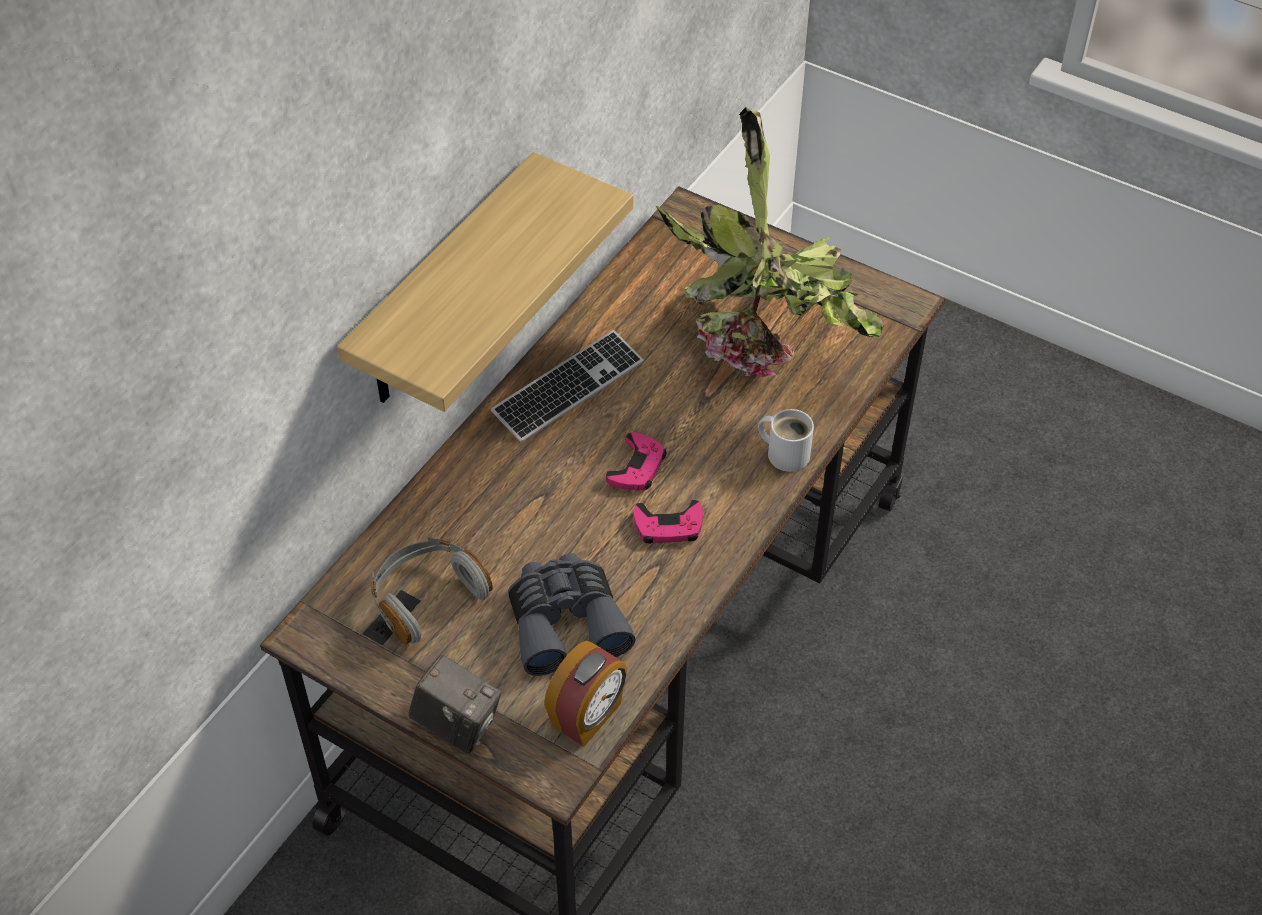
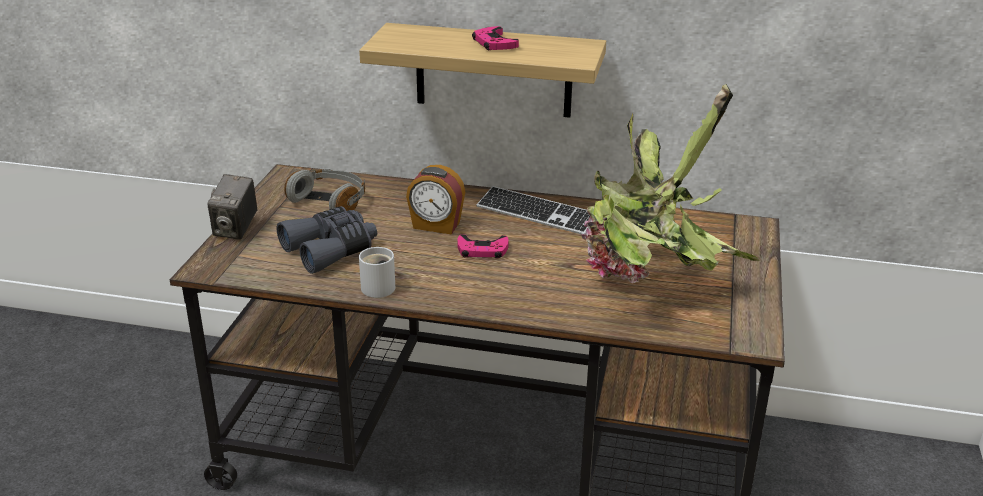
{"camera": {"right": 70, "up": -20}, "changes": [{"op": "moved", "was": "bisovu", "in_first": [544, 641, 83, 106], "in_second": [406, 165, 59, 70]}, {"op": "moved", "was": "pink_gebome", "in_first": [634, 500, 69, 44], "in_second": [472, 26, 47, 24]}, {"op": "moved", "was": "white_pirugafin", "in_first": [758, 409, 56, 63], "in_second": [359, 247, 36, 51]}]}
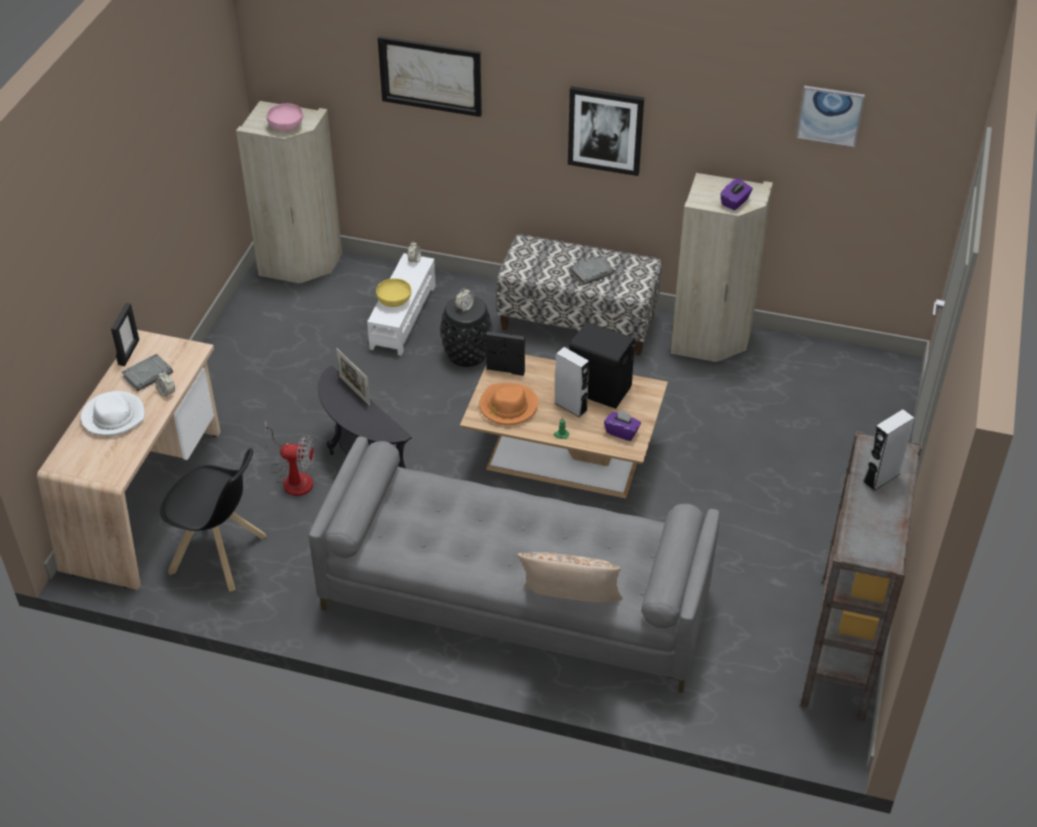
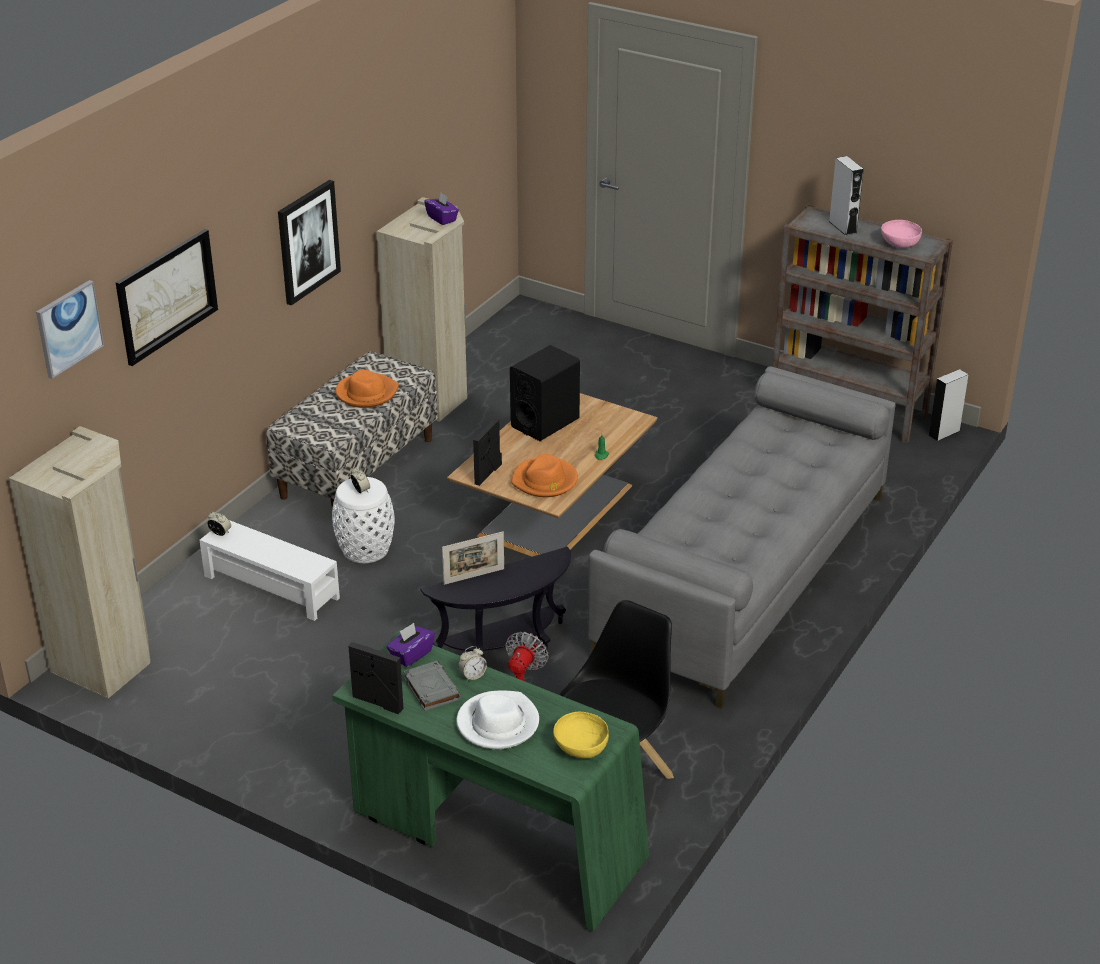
{"camera": {"right": -75, "up": -10}, "changes": [{"op": "recoloured", "was": "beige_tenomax", "now": "green_tenomax", "in_first": [37, 330, 184, 260], "in_second": [332, 632, 317, 299]}, {"op": "moved", "was": "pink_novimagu", "in_first": [267, 103, 36, 28], "in_second": [881, 220, 41, 28]}, {"op": "moved", "was": "yellow_novimagu", "in_first": [376, 279, 35, 28], "in_second": [553, 712, 56, 47]}, {"op": "recoloured", "was": "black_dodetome", "now": "white_dodetome", "in_first": [441, 296, 51, 71], "in_second": [332, 477, 63, 86]}, {"op": "removed", "was": "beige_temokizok", "in_first": [517, 552, 106, 51]}, {"op": "moved", "was": "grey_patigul", "in_first": [554, 347, 35, 70], "in_second": [928, 369, 41, 73]}, {"op": "replaced", "was": "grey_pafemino", "now": "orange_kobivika", "in_first": [570, 255, 44, 30], "in_second": [335, 370, 64, 38]}, {"op": "moved", "was": "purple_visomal", "in_first": [604, 410, 37, 31], "in_second": [387, 623, 48, 44]}, {"op": "moved", "was": "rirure", "in_first": [796, 86, 69, 61], "in_second": [36, 280, 68, 99]}]}
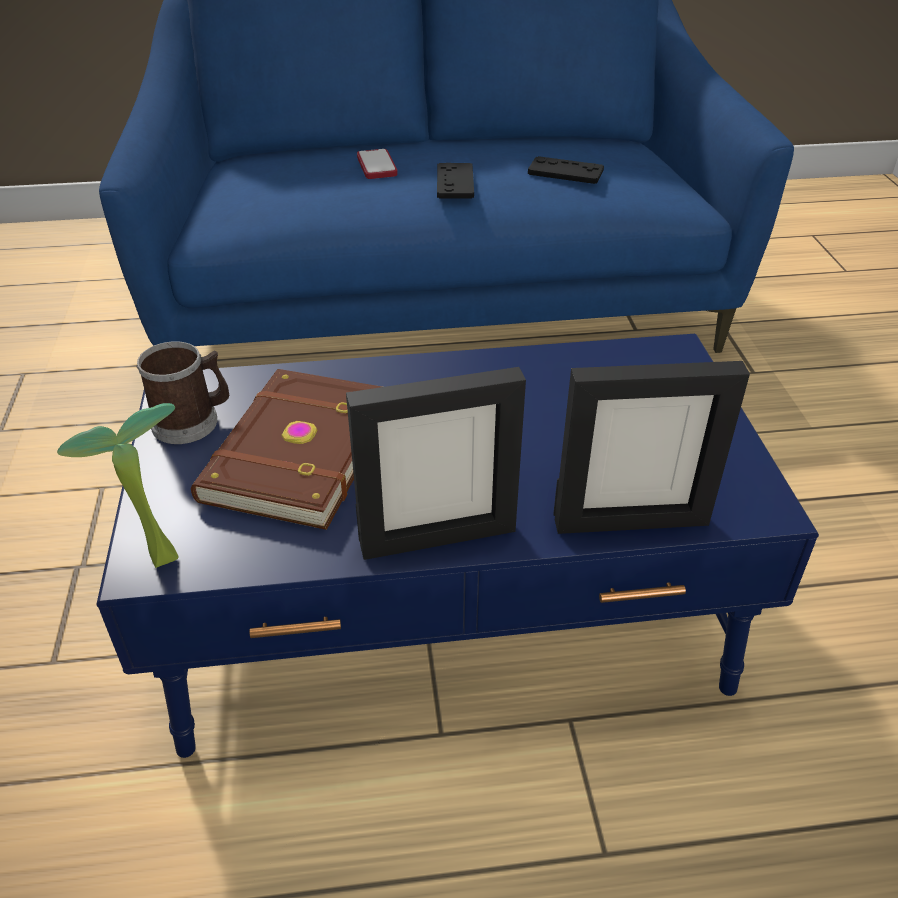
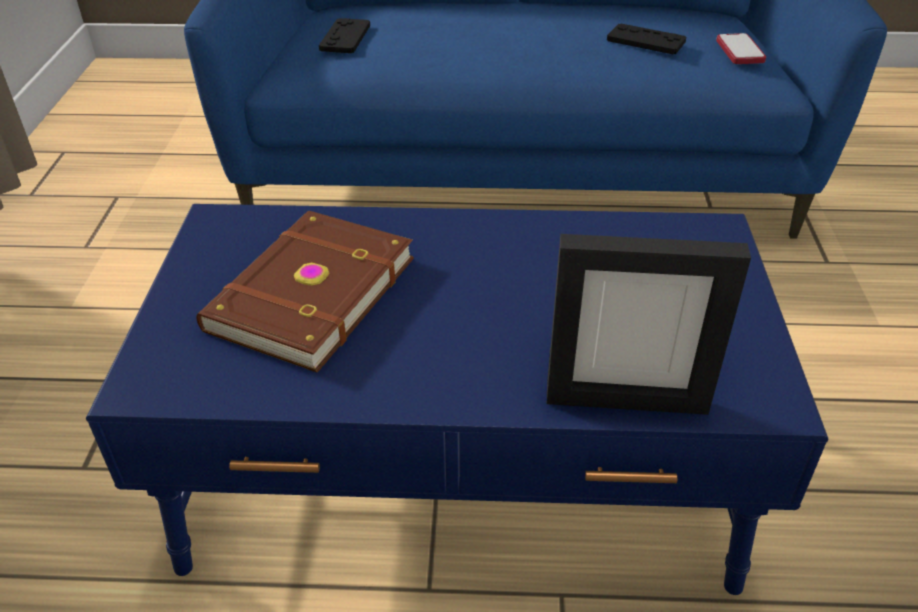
{"camera": {"right": 10, "up": 0}, "changes": [{"op": "removed", "was": "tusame", "in_first": [57, 403, 122, 165]}, {"op": "removed", "was": "pirugafin", "in_first": [136, 341, 93, 103]}, {"op": "removed", "was": "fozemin", "in_first": [346, 367, 180, 193]}, {"op": "moved", "was": "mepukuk", "in_first": [357, 149, 41, 30], "in_second": [716, 33, 50, 31]}, {"op": "moved", "was": "black_gebome", "in_first": [437, 163, 37, 36], "in_second": [319, 18, 51, 35]}]}
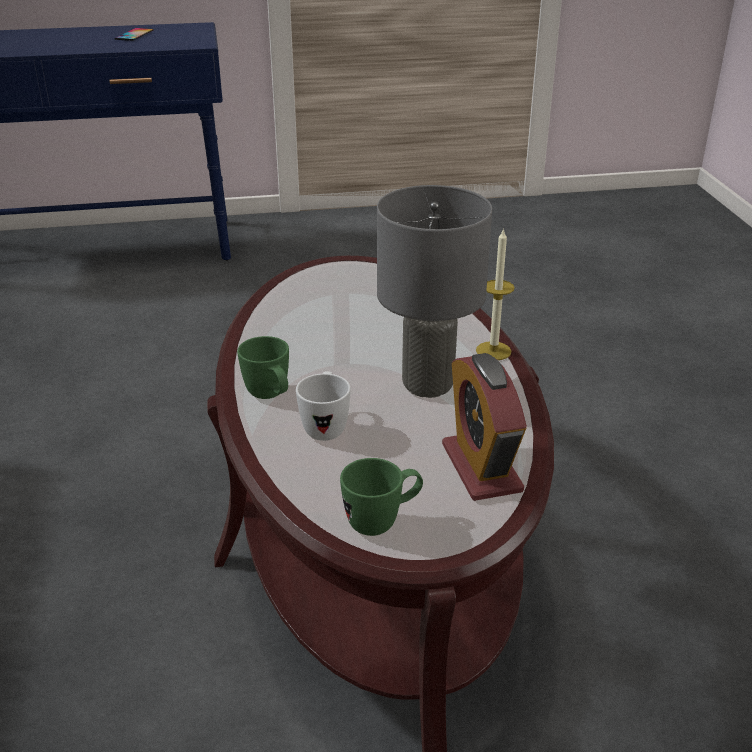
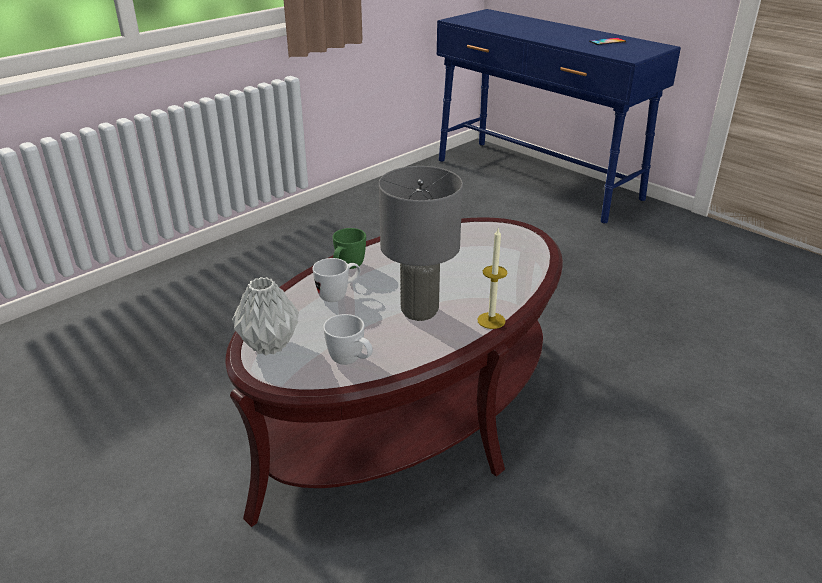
{"camera": {"right": 55, "up": 0}, "changes": [{"op": "replaced", "was": "green_pirugafin", "now": "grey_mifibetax", "in_first": [340, 458, 83, 78], "in_second": [232, 277, 67, 79]}, {"op": "replaced", "was": "bisovu", "now": "white_pirugafin", "in_first": [442, 353, 85, 148], "in_second": [323, 314, 50, 51]}]}
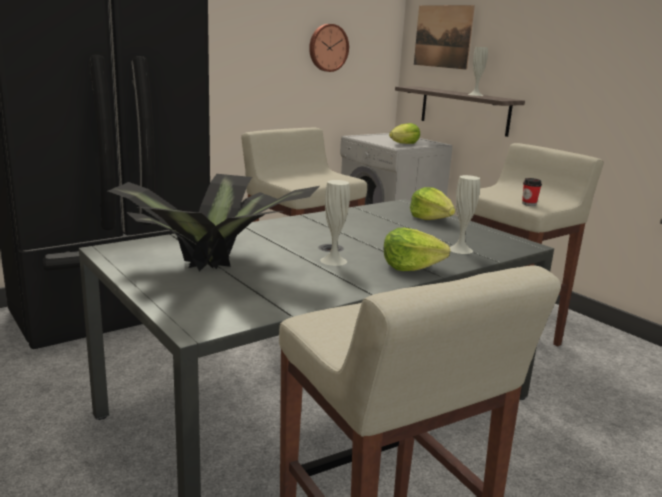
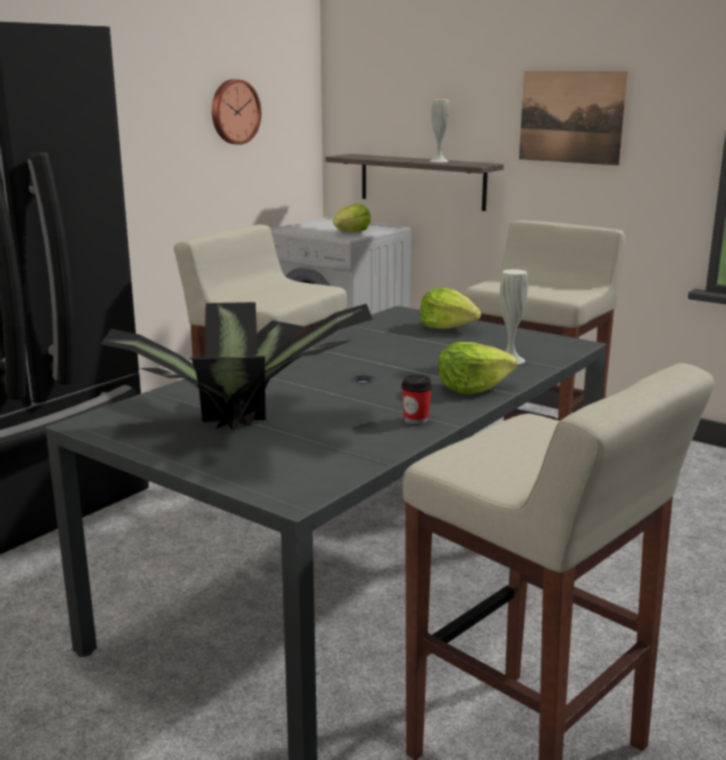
{"camera": {"right": -15, "up": 0}, "changes": [{"op": "removed", "was": "white_mifibetax", "in_first": [320, 180, 30, 86]}, {"op": "moved", "was": "rirure", "in_first": [414, 5, 61, 65], "in_second": [519, 71, 109, 95]}, {"op": "moved", "was": "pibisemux", "in_first": [522, 178, 20, 28], "in_second": [401, 375, 31, 49]}]}
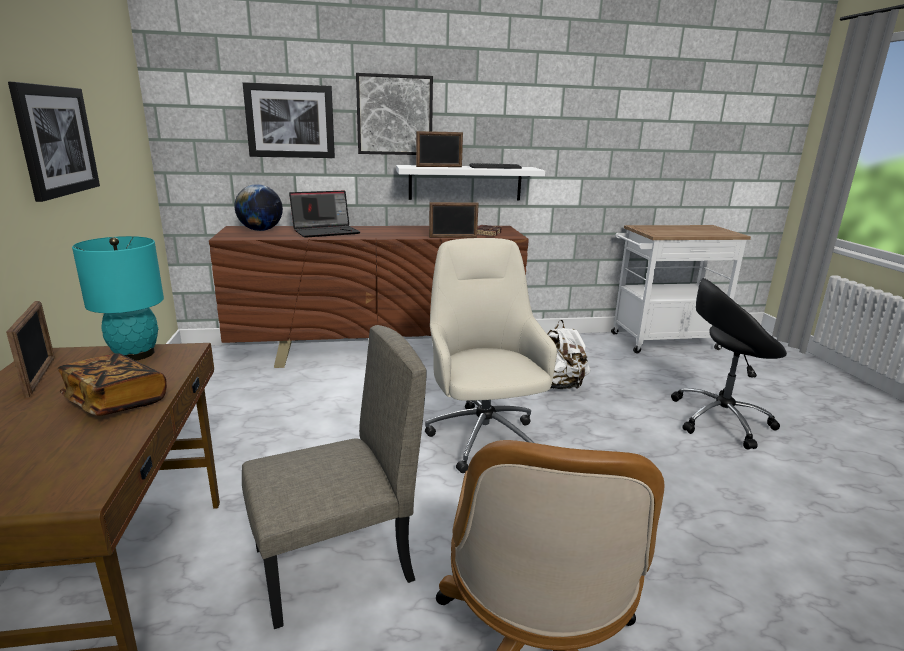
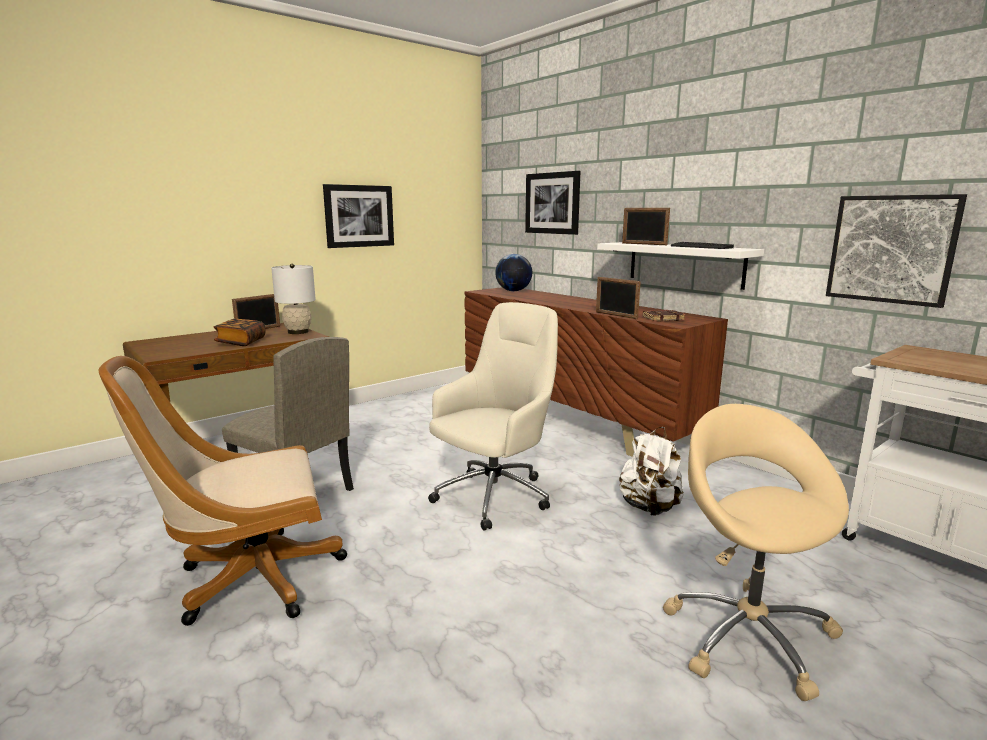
{"camera": {"right": 60, "up": -5}, "changes": [{"op": "recoloured", "was": "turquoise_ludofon", "now": "white_ludofon", "in_first": [72, 236, 92, 125], "in_second": [271, 264, 45, 70]}, {"op": "removed", "was": "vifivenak", "in_first": [289, 191, 71, 47]}, {"op": "moved", "was": "rirure", "in_first": [356, 73, 77, 82], "in_second": [826, 194, 141, 114]}, {"op": "recoloured", "was": "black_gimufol", "now": "beige_gimufol", "in_first": [671, 278, 116, 171], "in_second": [663, 404, 186, 297]}]}
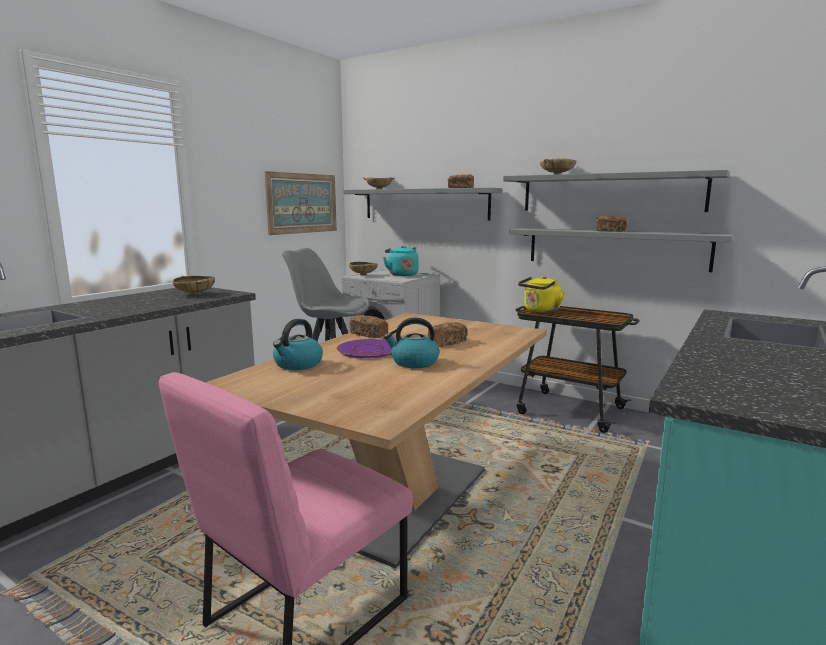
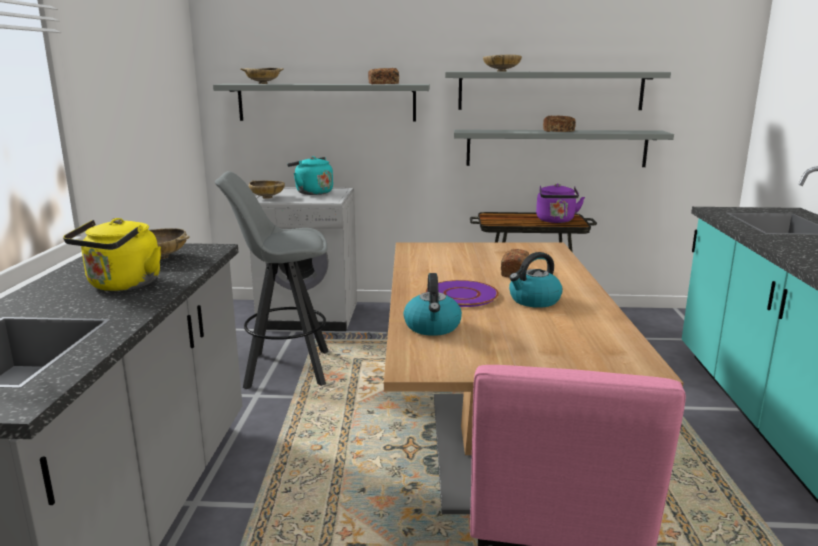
{"camera": {"right": -30, "up": 5}, "changes": [{"op": "removed", "was": "rirure", "in_first": [265, 171, 72, 64]}, {"op": "removed", "was": "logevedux", "in_first": [350, 315, 38, 23]}, {"op": "moved", "was": "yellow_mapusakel", "in_first": [518, 276, 47, 37], "in_second": [63, 218, 98, 73]}, {"op": "added", "now": "purple_mapusakel", "in_second": [536, 183, 49, 40]}]}
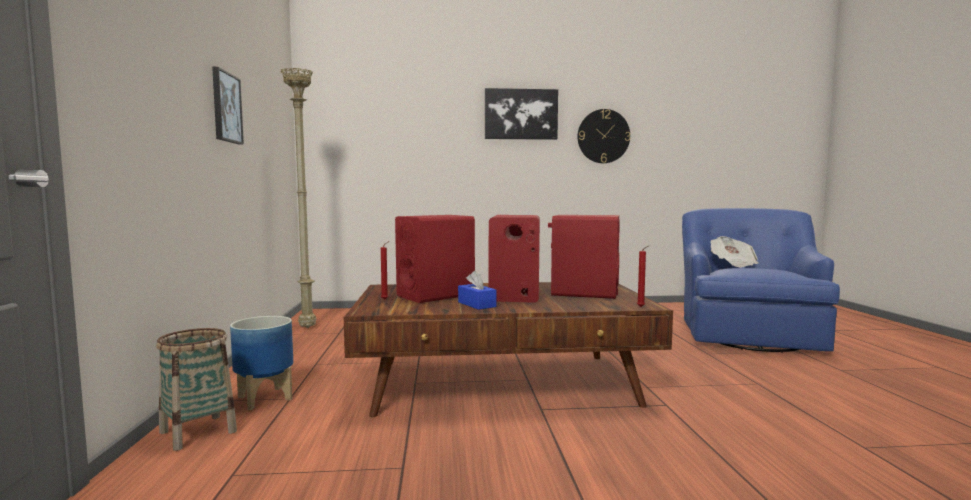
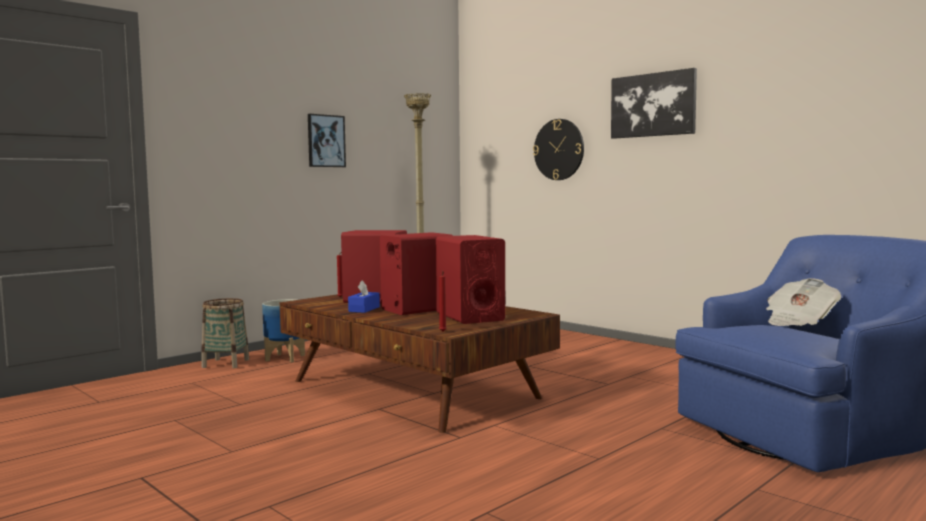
{"camera": {"right": 50, "up": 0}, "changes": [{"op": "moved", "was": "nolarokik", "in_first": [578, 109, 52, 54], "in_second": [533, 119, 51, 61]}]}
